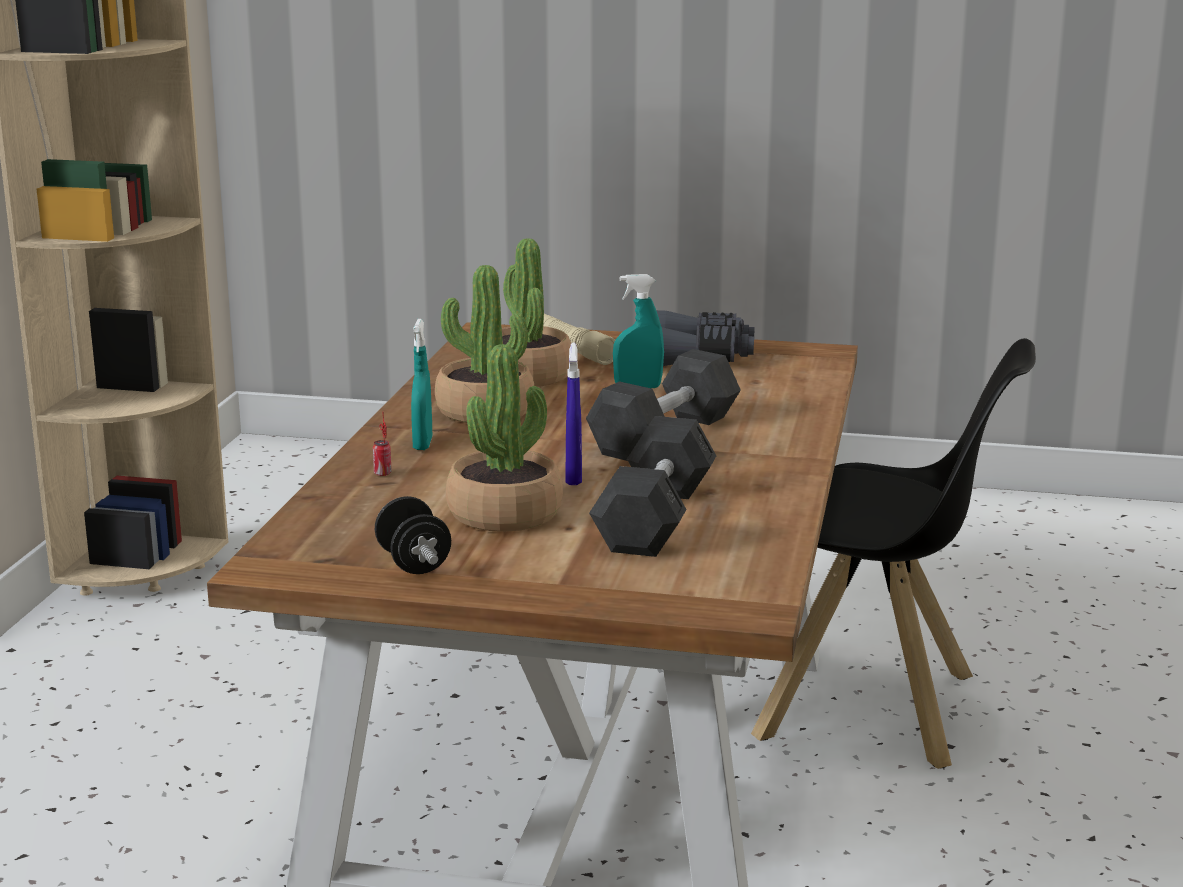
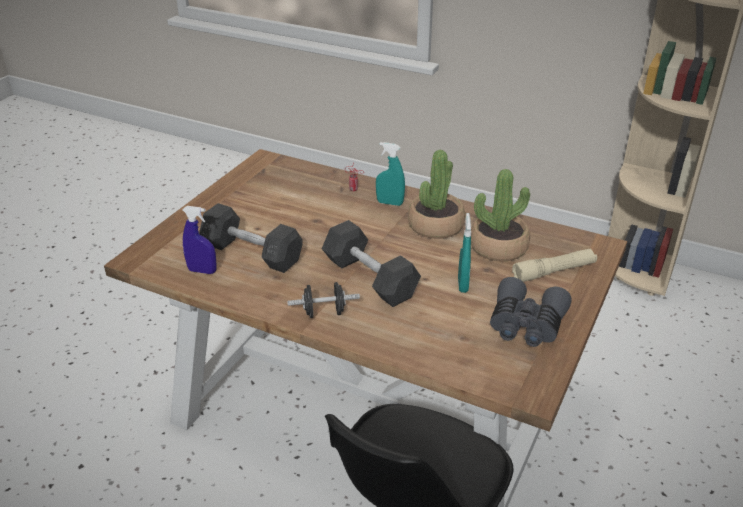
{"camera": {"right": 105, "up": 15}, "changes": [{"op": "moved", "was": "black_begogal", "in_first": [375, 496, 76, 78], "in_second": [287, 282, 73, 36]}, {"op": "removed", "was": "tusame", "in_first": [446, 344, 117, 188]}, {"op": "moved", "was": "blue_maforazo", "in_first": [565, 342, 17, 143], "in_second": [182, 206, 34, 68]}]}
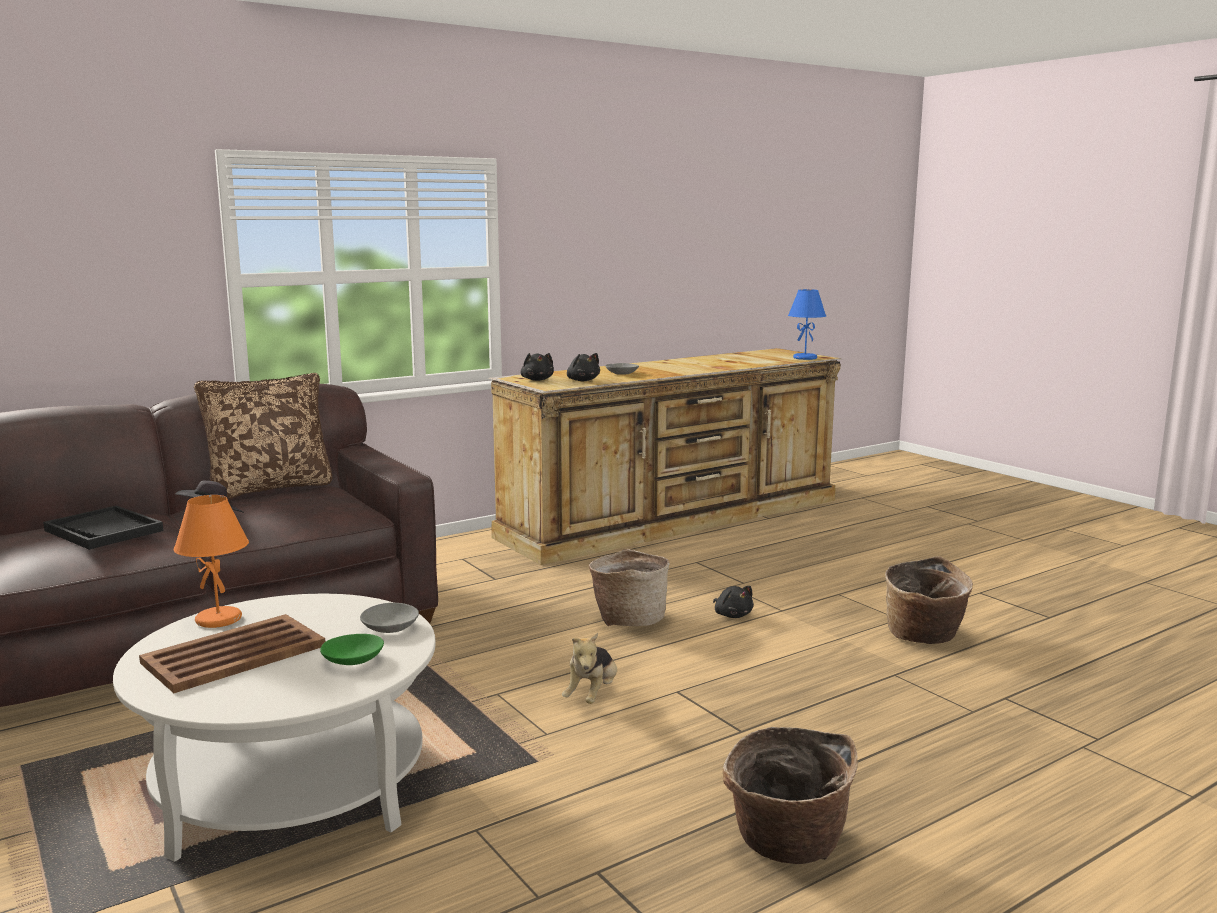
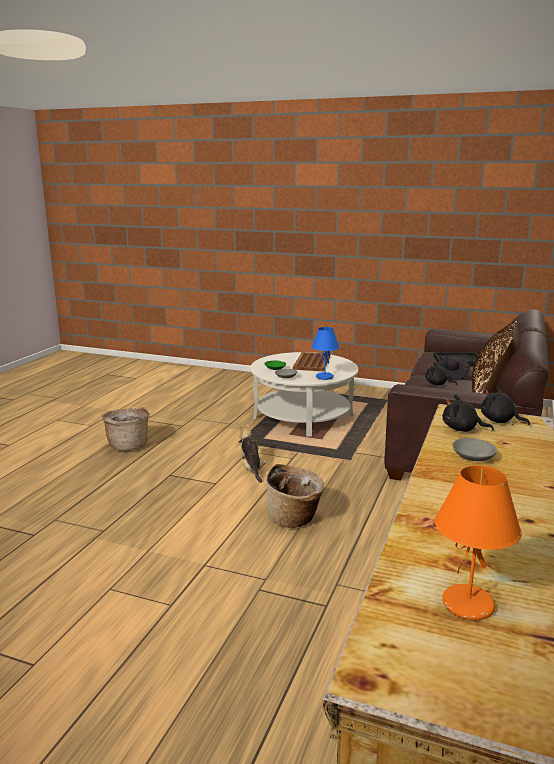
{"camera": {"right": 145, "up": 5}, "changes": [{"op": "moved", "was": "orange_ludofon", "in_first": [174, 495, 75, 133], "in_second": [435, 466, 87, 154]}, {"op": "moved", "was": "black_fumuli", "in_first": [713, 586, 41, 32], "in_second": [425, 362, 32, 24]}, {"op": "moved", "was": "blue_ludofon", "in_first": [788, 289, 38, 71], "in_second": [312, 327, 28, 53]}, {"op": "removed", "was": "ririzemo", "in_first": [885, 556, 88, 88]}]}
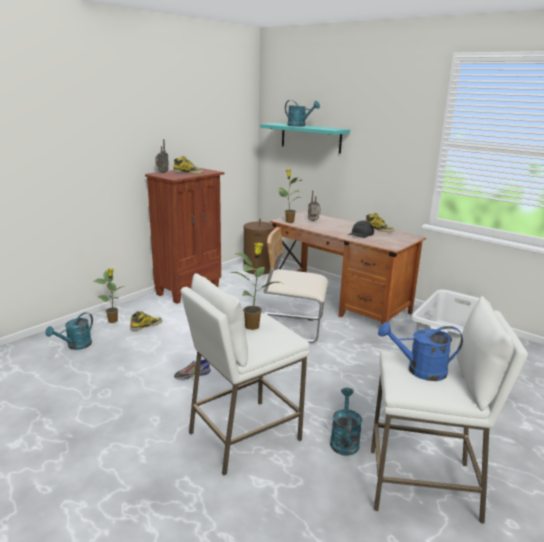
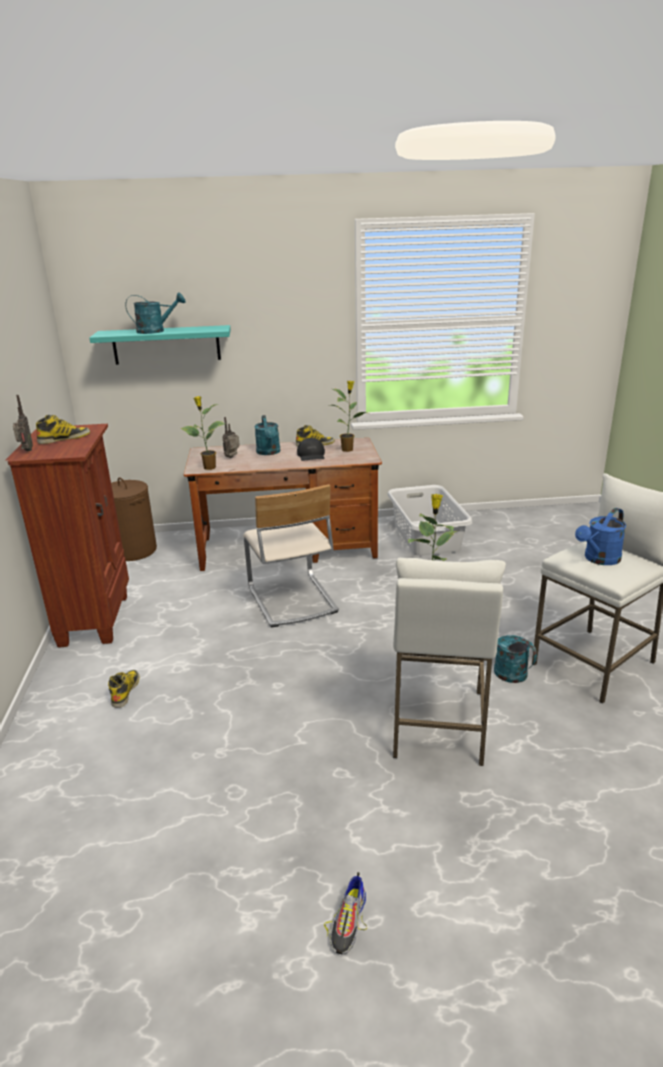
{"camera": {"right": -45, "up": 5}, "changes": [{"op": "moved", "was": "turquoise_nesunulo", "in_first": [45, 312, 48, 38], "in_second": [254, 415, 26, 40]}, {"op": "moved", "was": "tusame", "in_first": [93, 268, 31, 55], "in_second": [329, 381, 37, 71]}, {"op": "moved", "was": "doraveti", "in_first": [174, 360, 37, 20], "in_second": [324, 872, 43, 83]}, {"op": "turned", "was": "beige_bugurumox", "in_first": [263, 227, 65, 116], "in_second": [243, 484, 96, 143], "clockwise": -75}]}
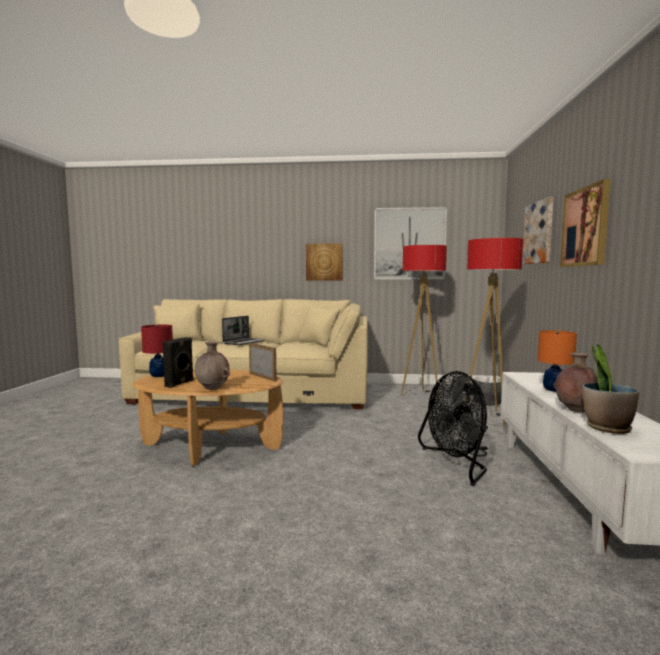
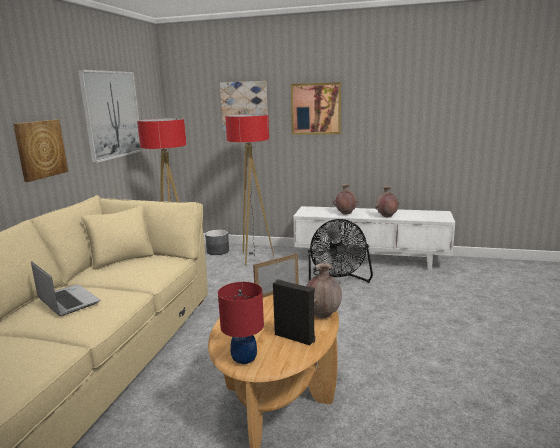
{"camera": {"right": -80, "up": 10}, "changes": [{"op": "replaced", "was": "orange_ludofon", "now": "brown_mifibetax", "in_first": [537, 330, 40, 62], "in_second": [333, 184, 26, 30]}, {"op": "removed", "was": "tusame", "in_first": [583, 344, 56, 90]}]}
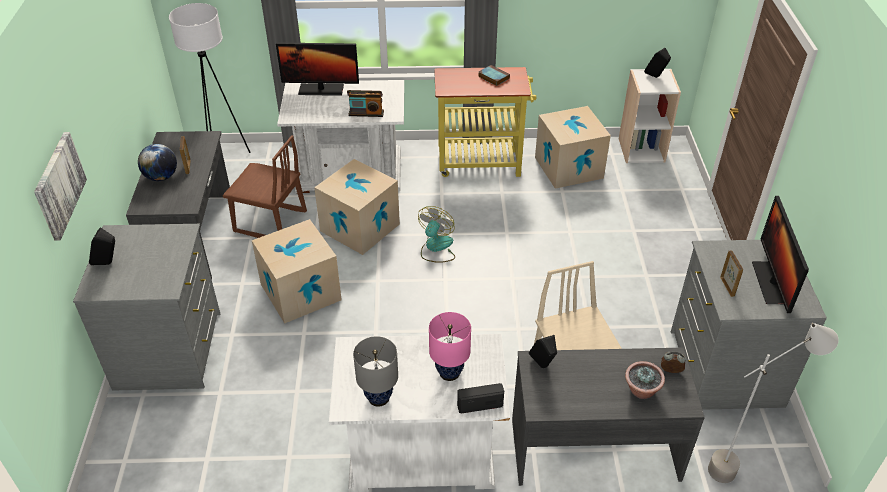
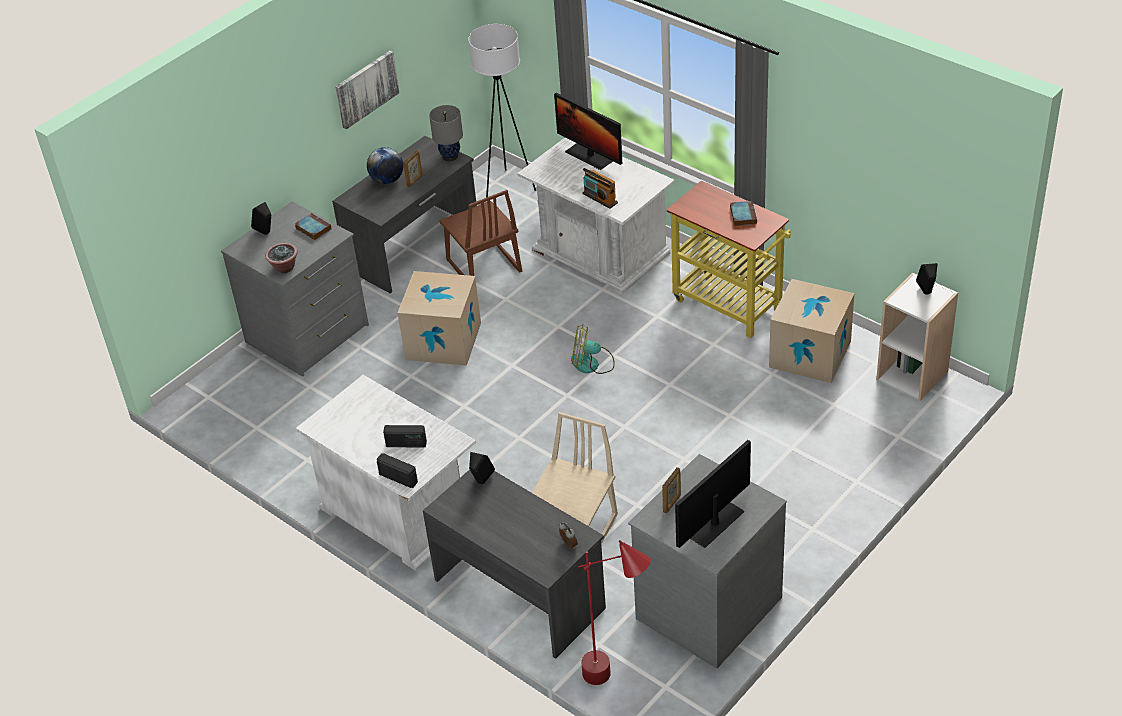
{"camera": {"right": 45, "up": 0}, "changes": [{"op": "moved", "was": "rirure", "in_first": [34, 132, 53, 109], "in_second": [335, 50, 65, 79]}, {"op": "removed", "was": "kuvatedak", "in_first": [314, 159, 86, 96]}, {"op": "moved", "was": "grey_ludofon", "in_first": [353, 336, 45, 71], "in_second": [429, 105, 34, 56]}, {"op": "turned", "was": "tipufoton", "in_first": [418, 206, 37, 57], "in_second": [571, 324, 44, 50], "clockwise": -150}, {"op": "replaced", "was": "pink_ludofon", "now": "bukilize", "in_first": [429, 312, 42, 69], "in_second": [383, 425, 44, 23]}, {"op": "moved", "was": "tusame", "in_first": [625, 361, 40, 38], "in_second": [265, 243, 32, 30]}, {"op": "recoloured", "was": "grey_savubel", "now": "red_savubel", "in_first": [708, 323, 131, 160], "in_second": [578, 540, 73, 145]}, {"op": "added", "now": "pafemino", "in_second": [295, 213, 36, 27]}]}
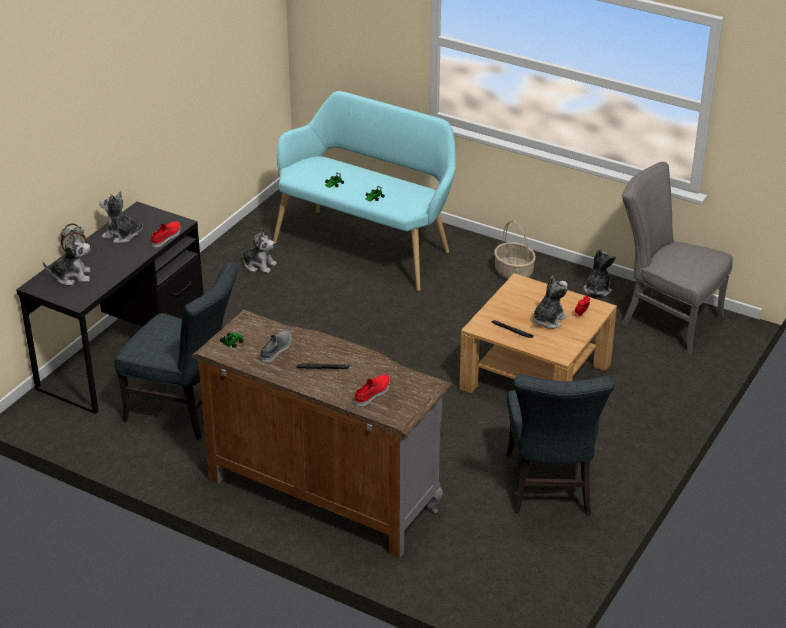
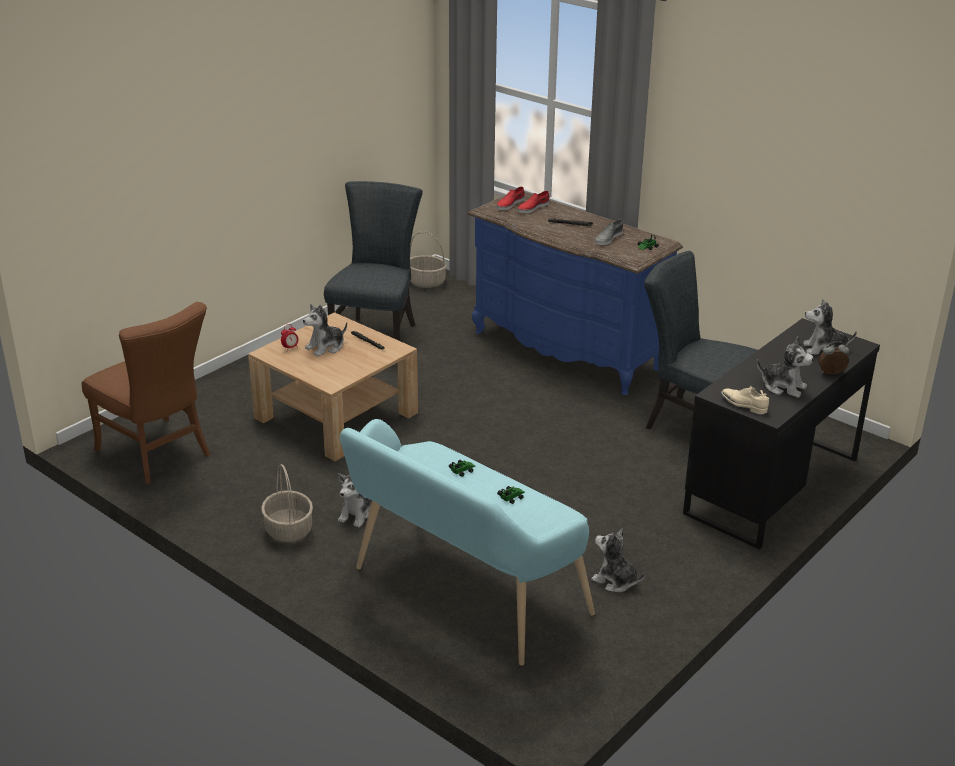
{"camera": {"right": -170, "up": -5}, "changes": [{"op": "moved", "was": "red_doraveti", "in_first": [151, 222, 30, 25], "in_second": [496, 187, 29, 23]}, {"op": "recoloured", "was": "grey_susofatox", "now": "blue_susofatox", "in_first": [192, 310, 260, 249], "in_second": [467, 192, 216, 203]}, {"op": "moved", "was": "fumuli", "in_first": [584, 249, 32, 47], "in_second": [338, 473, 34, 55]}, {"op": "recoloured", "was": "grey_bugurumox", "now": "brown_bugurumox", "in_first": [622, 162, 111, 192], "in_second": [82, 302, 128, 182]}, {"op": "added", "now": "ririzemo", "in_second": [410, 231, 37, 57]}, {"op": "added", "now": "beige_doraveti", "in_second": [721, 386, 48, 28]}]}
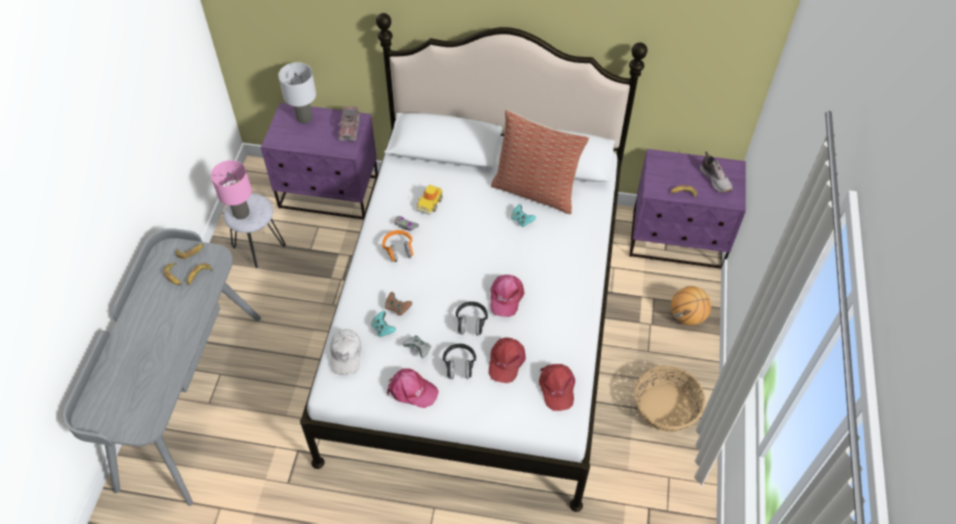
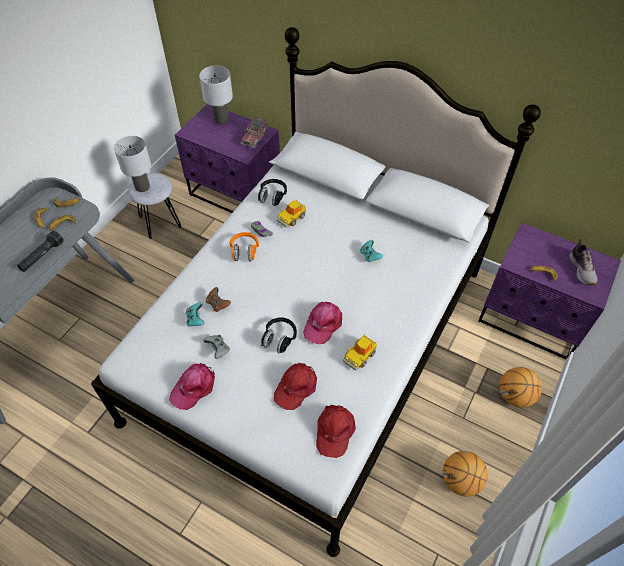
{"camera": {"right": 20, "up": 0}, "changes": [{"op": "recoloured", "was": "pink_ludofon", "now": "white_ludofon", "in_first": [211, 160, 41, 59], "in_second": [114, 136, 37, 56]}, {"op": "removed", "was": "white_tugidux", "in_first": [330, 329, 32, 45]}, {"op": "turned", "was": "pink_tugidux", "in_first": [387, 369, 52, 39], "in_second": [169, 363, 46, 47], "clockwise": 90}, {"op": "moved", "was": "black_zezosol", "in_first": [443, 344, 33, 35], "in_second": [258, 179, 29, 27]}, {"op": "removed", "was": "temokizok", "in_first": [491, 110, 98, 104]}, {"op": "replaced", "was": "ririzemo", "now": "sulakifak", "in_first": [634, 366, 72, 66], "in_second": [443, 451, 45, 46]}, {"op": "added", "now": "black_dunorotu", "in_second": [17, 231, 47, 41]}, {"op": "added", "now": "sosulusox", "in_second": [343, 334, 34, 37]}]}
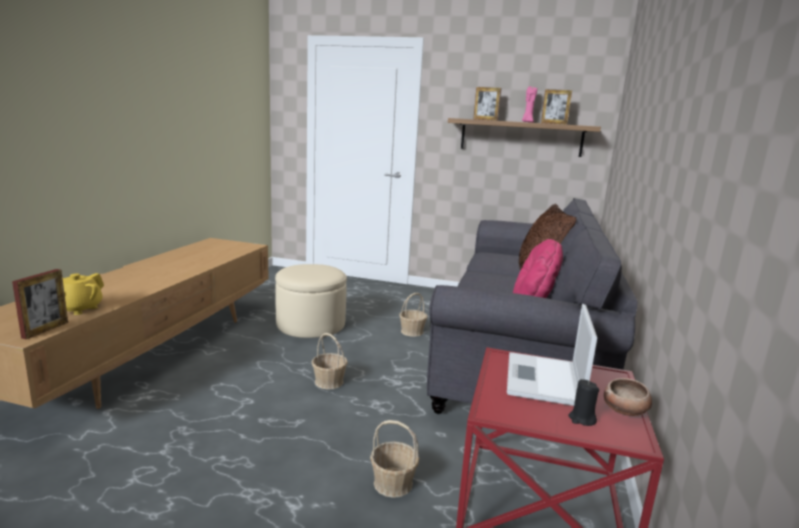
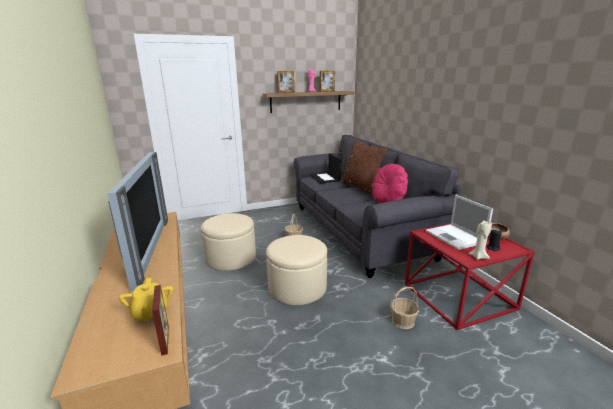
{"camera": {"right": -35, "up": 5}, "changes": [{"op": "replaced", "was": "ririzemo", "now": "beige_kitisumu", "in_first": [312, 333, 36, 56], "in_second": [266, 235, 61, 70]}, {"op": "added", "now": "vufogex", "in_second": [107, 152, 61, 139]}, {"op": "added", "now": "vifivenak", "in_second": [310, 153, 31, 31]}, {"op": "added", "now": "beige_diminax", "in_second": [468, 221, 24, 39]}]}
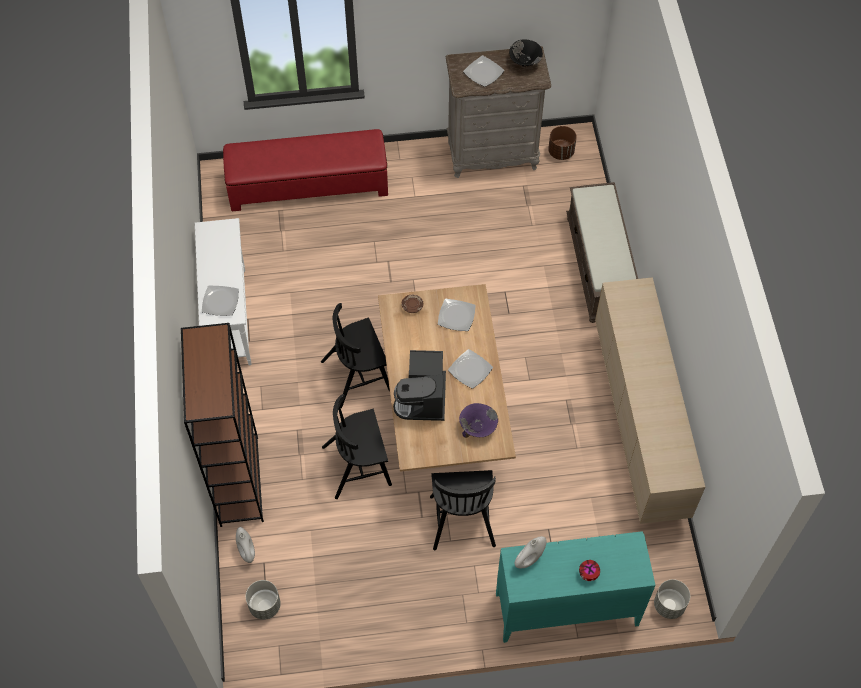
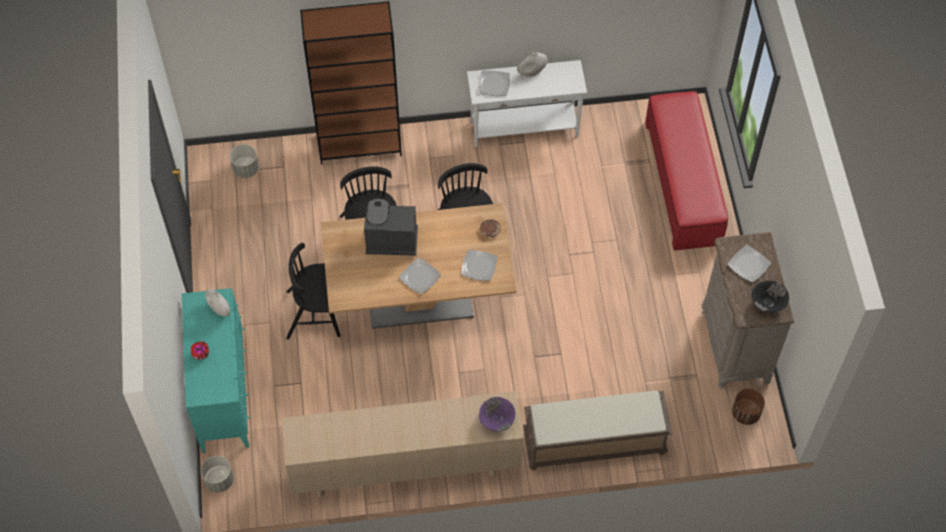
{"camera": {"right": 90, "up": 0}, "changes": [{"op": "moved", "was": "white_mifibetax", "in_first": [236, 527, 19, 36], "in_second": [517, 51, 31, 26]}, {"op": "moved", "was": "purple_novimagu", "in_first": [459, 403, 39, 35], "in_second": [479, 397, 36, 35]}]}
